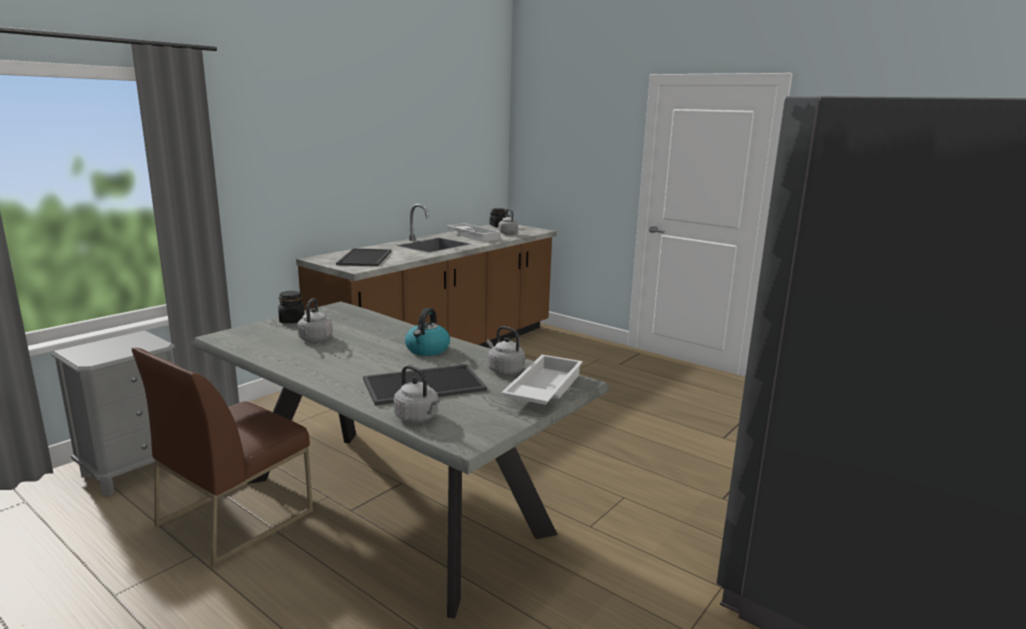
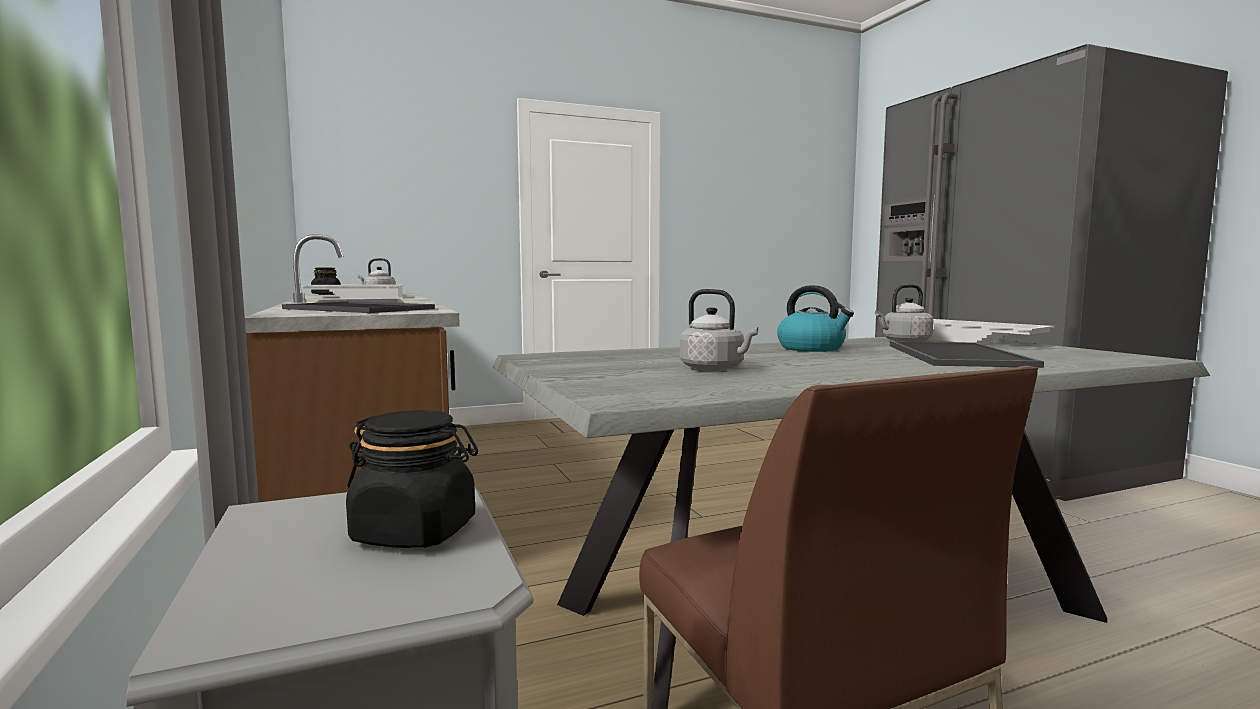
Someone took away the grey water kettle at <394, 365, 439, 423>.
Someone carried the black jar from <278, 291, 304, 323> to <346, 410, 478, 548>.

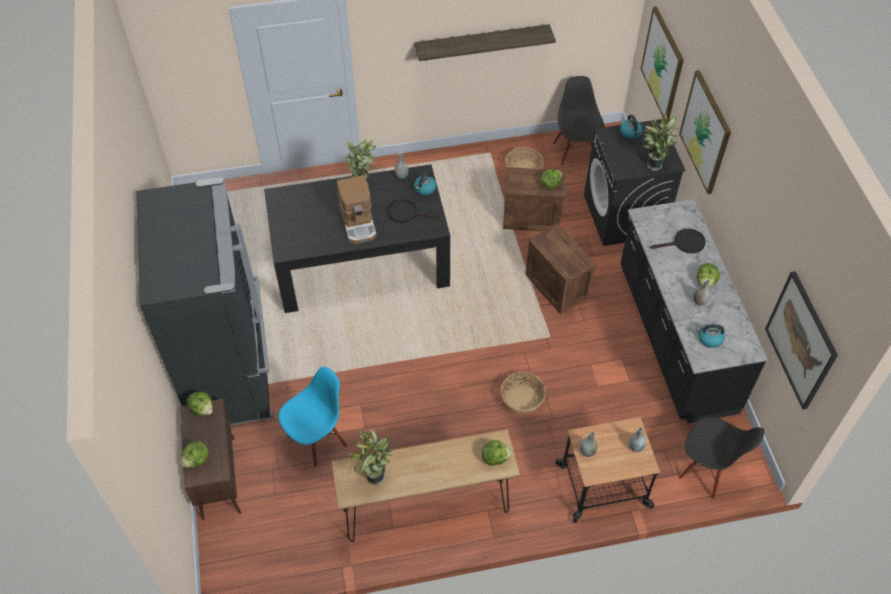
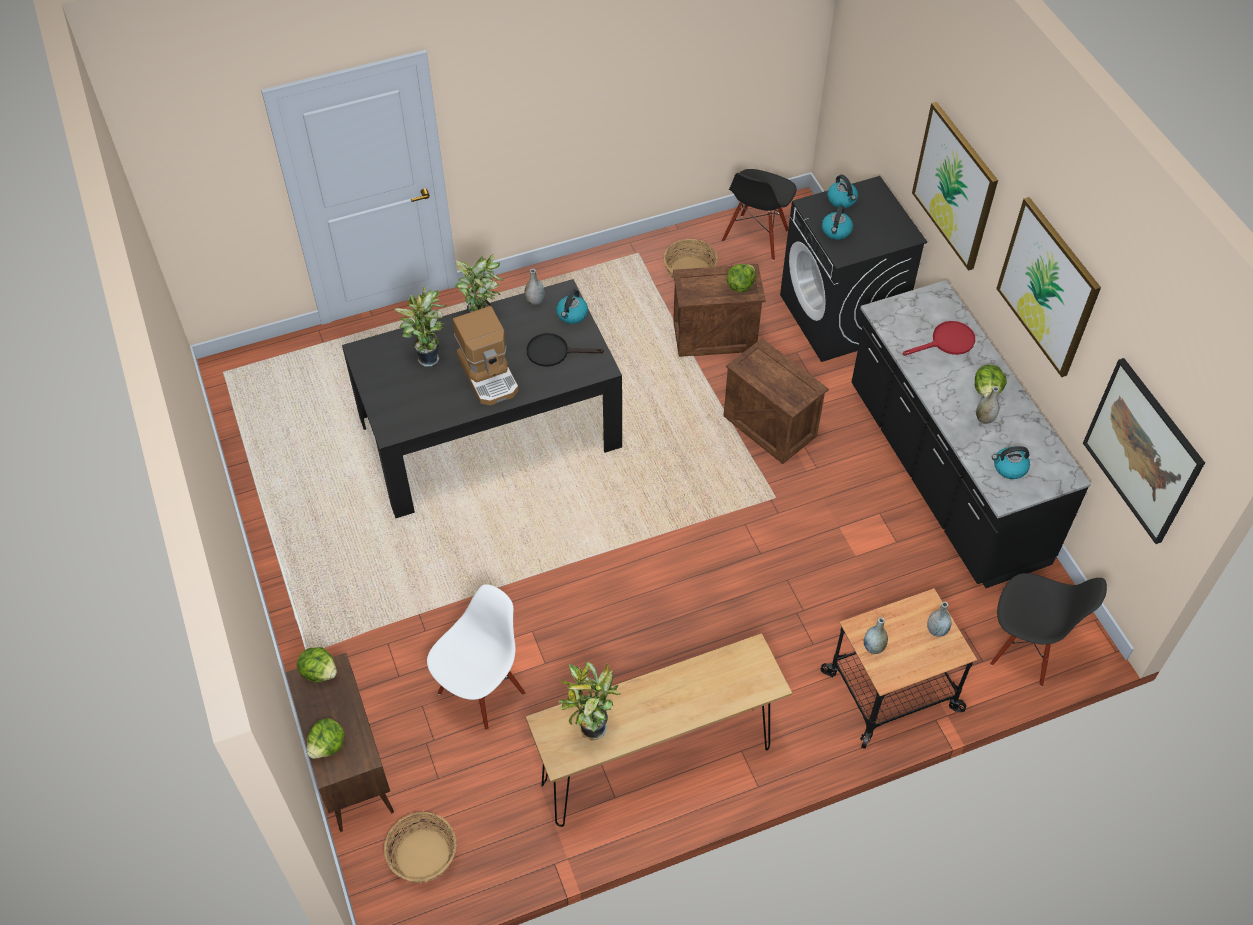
Someone took away the black kitchen fridge at <136, 177, 274, 425>.
Someone took away the shelf at <414, 24, 556, 61>.
Someone took away the lettuce head at <482, 440, 512, 466>.
Someone put down the water kettle at <822, 205, 853, 240>.
Someone carried the household basket from <500, 372, 546, 414> to <384, 812, 456, 883>.
Someone carried the wall picture from <641, 6, 684, 119> to <996, 197, 1101, 377>.
Someone carried the potted plant from <644, 114, 680, 170> to <394, 286, 447, 367>.
Someone repainted the bluish plain chair at <279, 366, 347, 467>, which became the whitish plain chair at <427, 584, 525, 730>.
Someone repainted the black skillet at <650, 229, 706, 253>, which became the reddish skillet at <903, 321, 975, 355>.
Someone rotated the black plain chair at <553, 76, 605, 166> by 135 degrees counterclockwise.

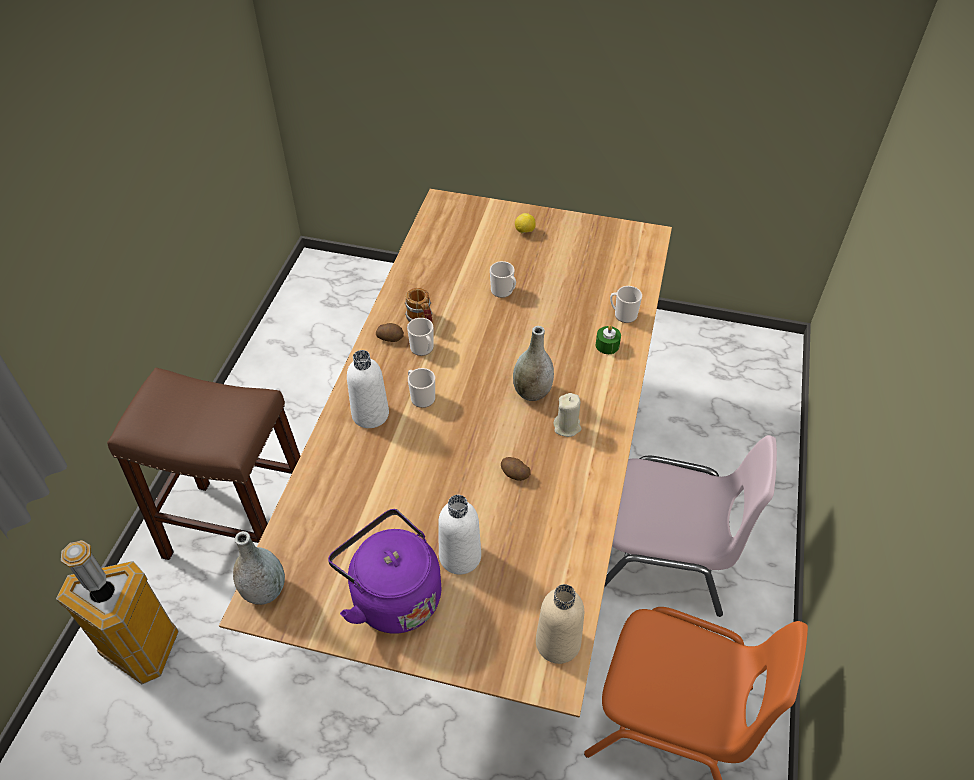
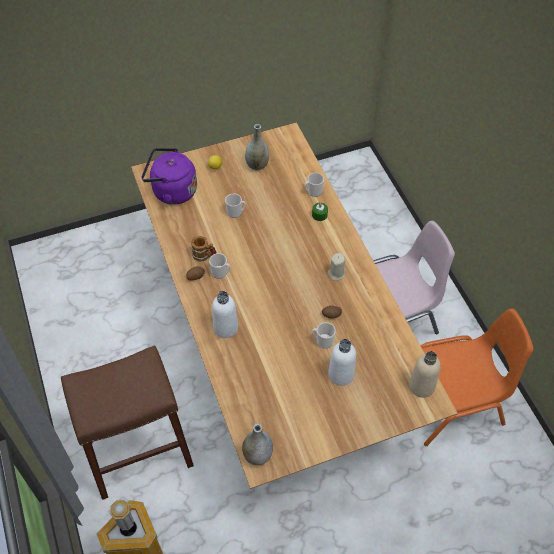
Someone carried the purplish water kettle from <328, 509, 441, 633> to <142, 148, 197, 205>.
Someone carried the tea mug from <408, 368, 435, 408> to <312, 322, 336, 349>.
Someone carried the grey decorative vase from <513, 326, 554, 401> to <245, 124, 269, 171>.

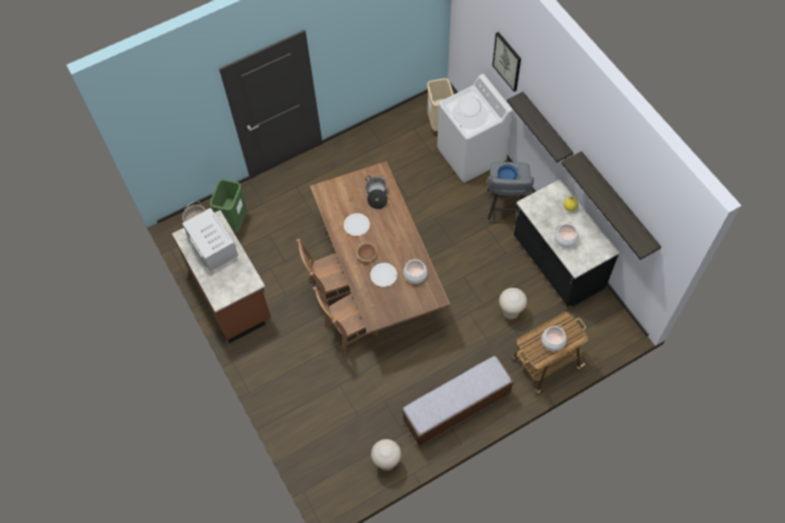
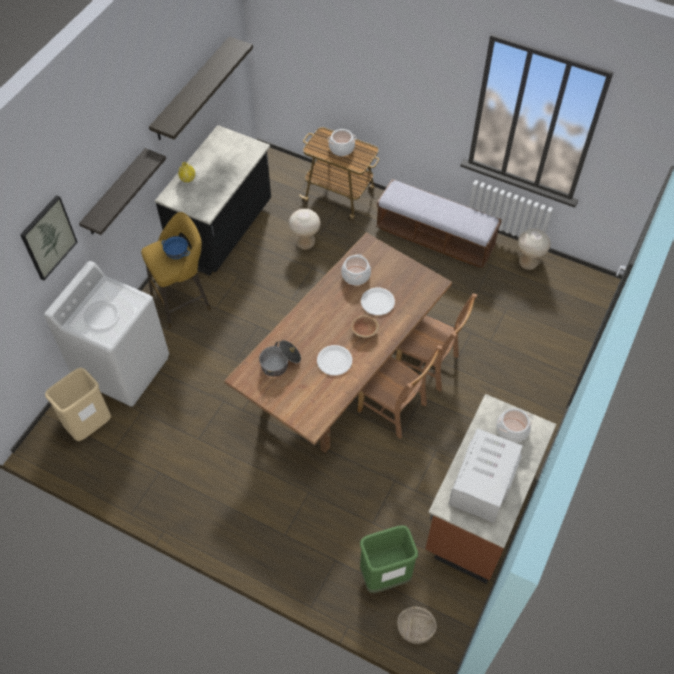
Someone carried the saucepot from <554, 222, 579, 248> to <496, 408, 533, 443>.
Someone repainted the grey sitting stool at <486, 162, 534, 224>, which became the yellowish sitting stool at <141, 212, 211, 329>.

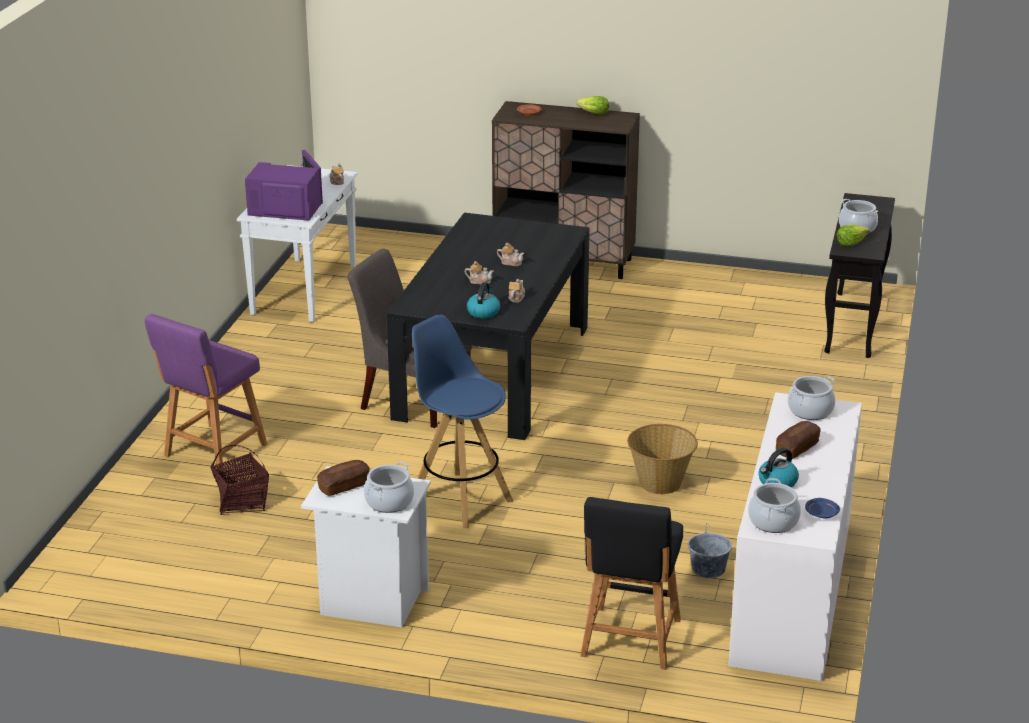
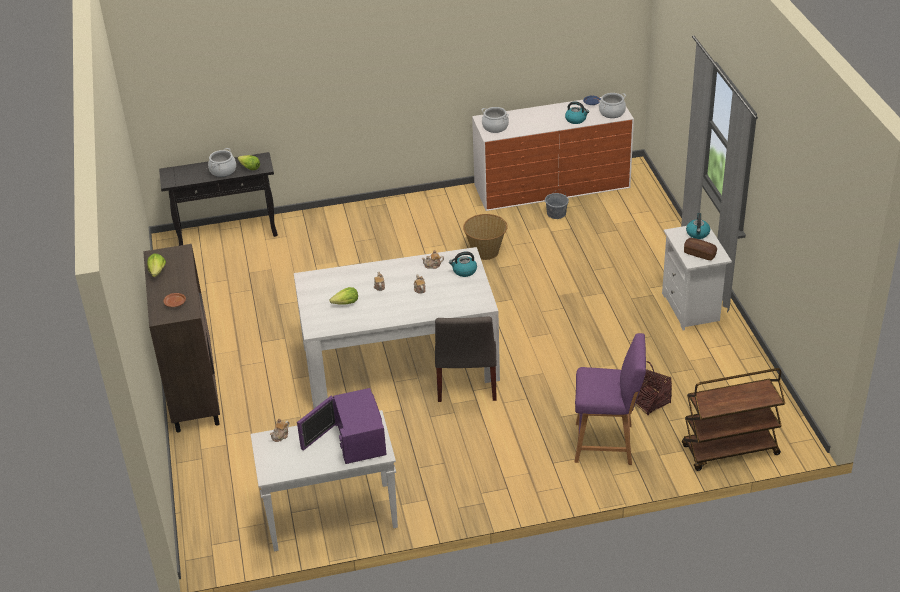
Someone took away the bluish sitting stool at <412, 315, 513, 528>.
Someone took away the black sitting stool at <580, 497, 683, 670>.
Someone took away the bakery bread at <776, 421, 821, 459>.
Someone put down the lettuce head at <329, 287, 358, 305>.
Someone put down the brownish wheeled cart at <682, 368, 785, 471>.
Someone swapped the saucepot at <364, 462, 414, 513> for the water kettle at <686, 213, 710, 239>.
Someone repainted the black dinner table at <387, 213, 590, 440>, which became the whitish dinner table at <294, 247, 500, 408>.

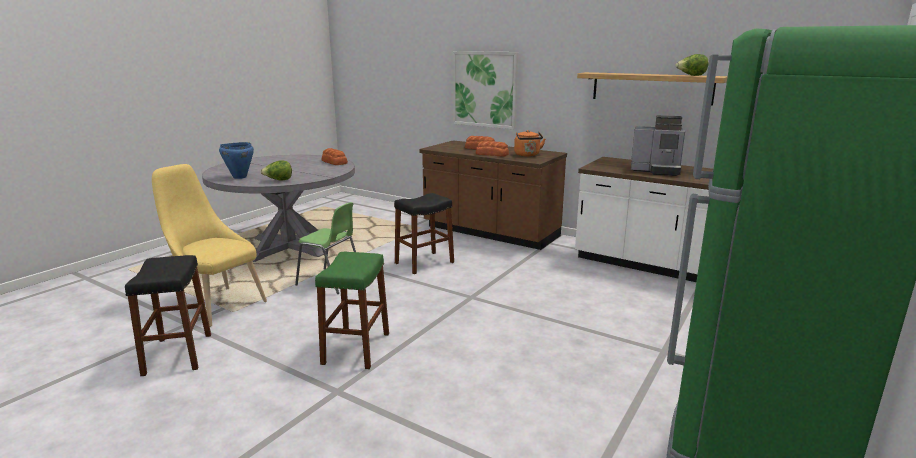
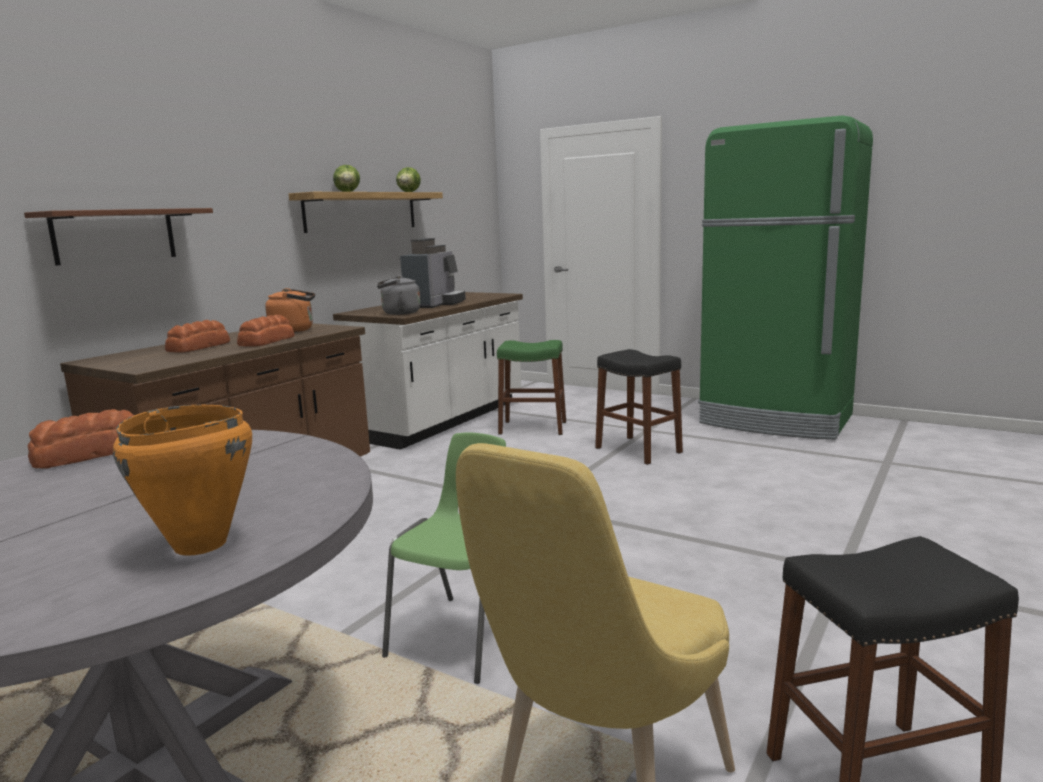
Someone put down the grey water kettle at <377, 276, 420, 315>.
Someone carried the lettuce head from <260, 160, 292, 181> to <333, 165, 360, 192>.
Someone carried the greenish sitting stool from <315, 252, 389, 369> to <497, 340, 566, 435>.
Someone carried the black sitting stool from <394, 193, 454, 274> to <595, 349, 683, 465>.
Someone swapped the wall picture at <452, 51, 518, 129> for the brownish shelf at <24, 208, 213, 266>.
Someone repainted the bluish saucepot at <219, 142, 254, 179>, which became the orangey saucepot at <113, 405, 252, 555>.

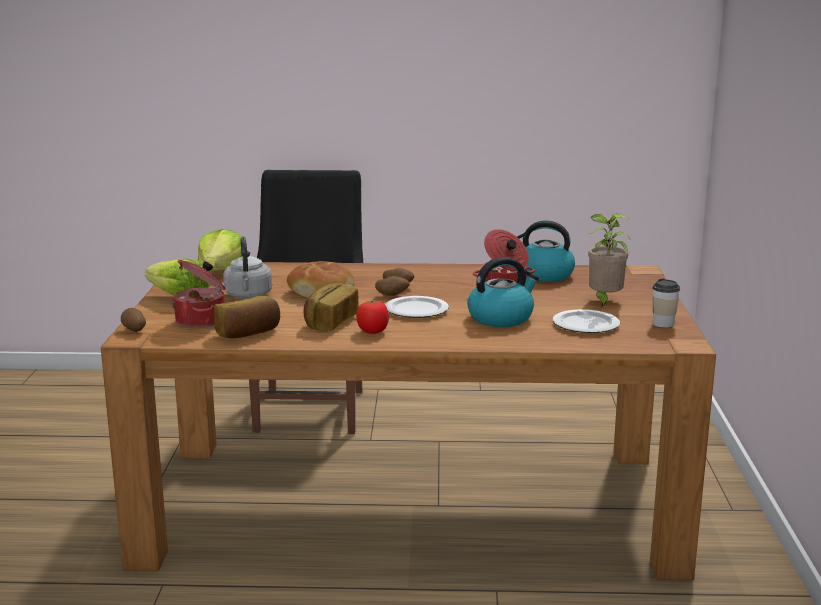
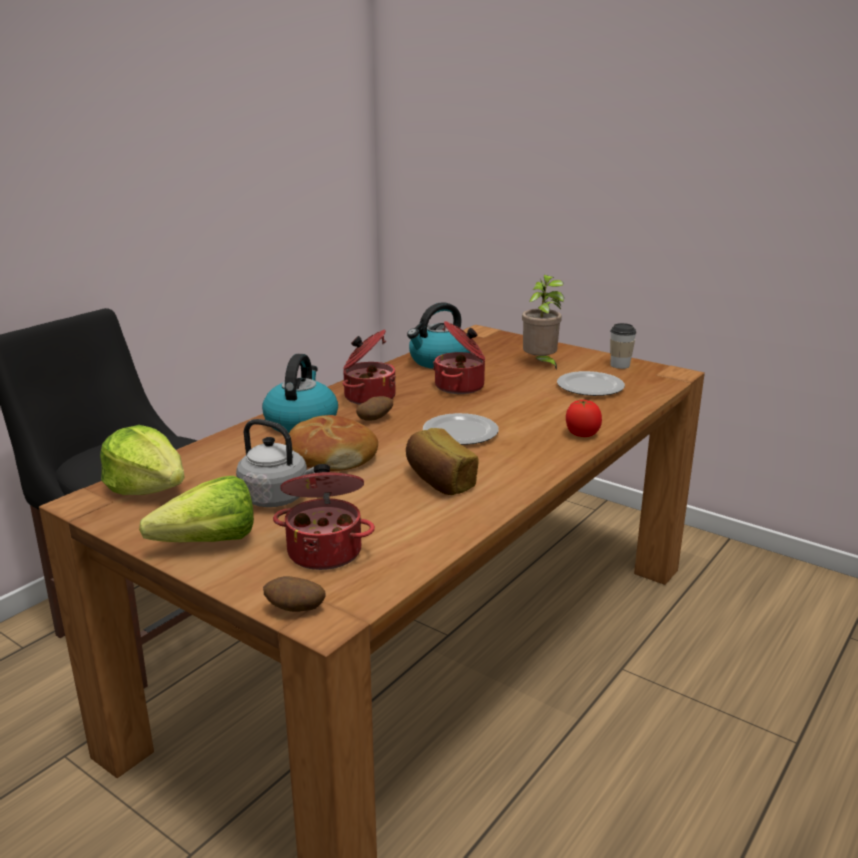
Someone took away the bakery bread at <214, 296, 280, 338>.
Someone took away the spud at <375, 276, 410, 296>.
Someone put down the saucepot at <343, 329, 396, 405>.
Someone carried the whole tomato from <356, 299, 389, 334> to <566, 399, 602, 437>.
Someone carried the water kettle from <467, 257, 539, 327> to <262, 354, 338, 433>.

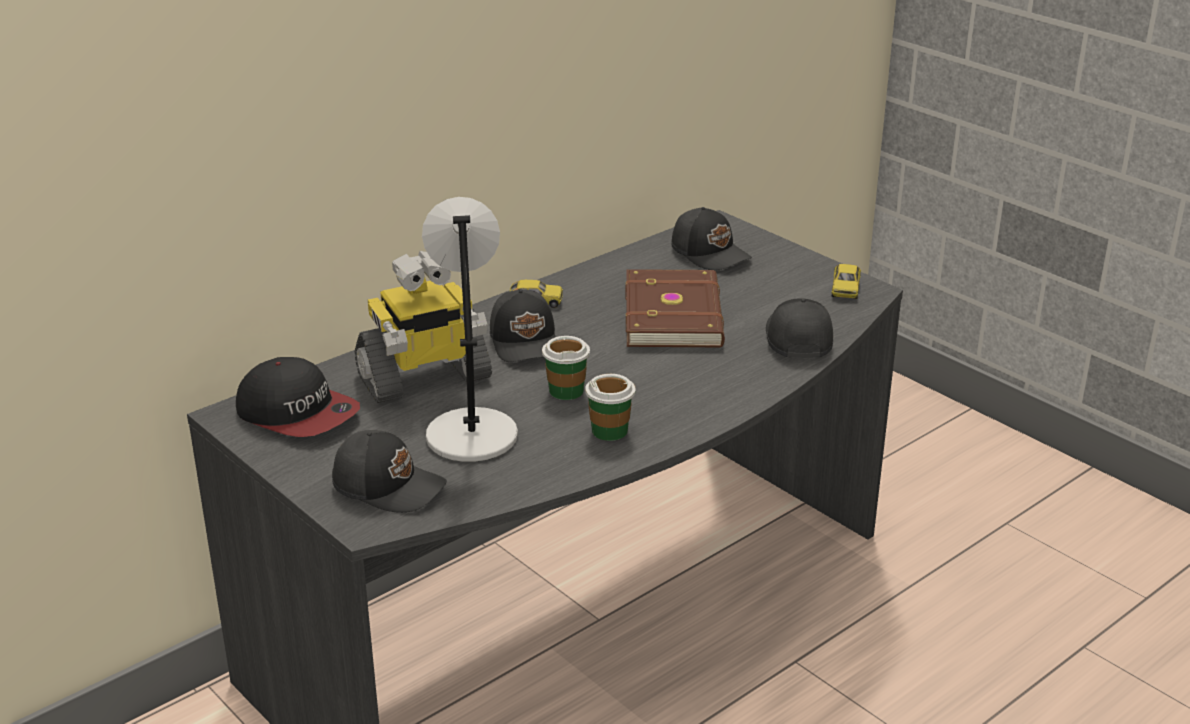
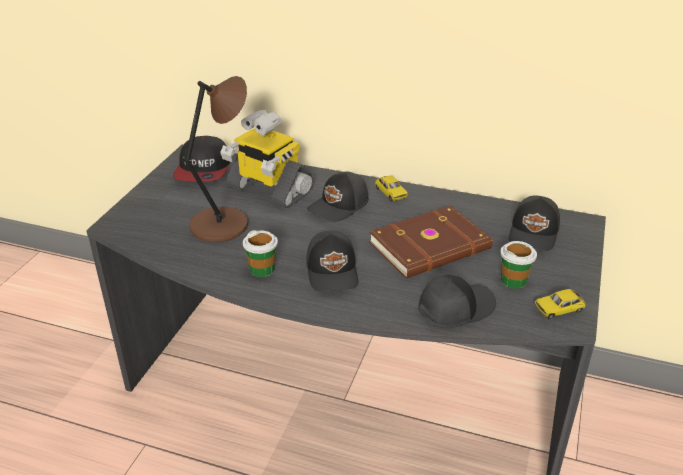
Someone carried the black baseball cap from <332, 430, 447, 513> to <306, 231, 358, 291>.
Someone carried the small cup from <542, 336, 590, 400> to <500, 241, 537, 289>.
Someone repainted the grey tabletop lamp at <422, 197, 518, 462>, which became the brownish tabletop lamp at <183, 76, 248, 242>.

